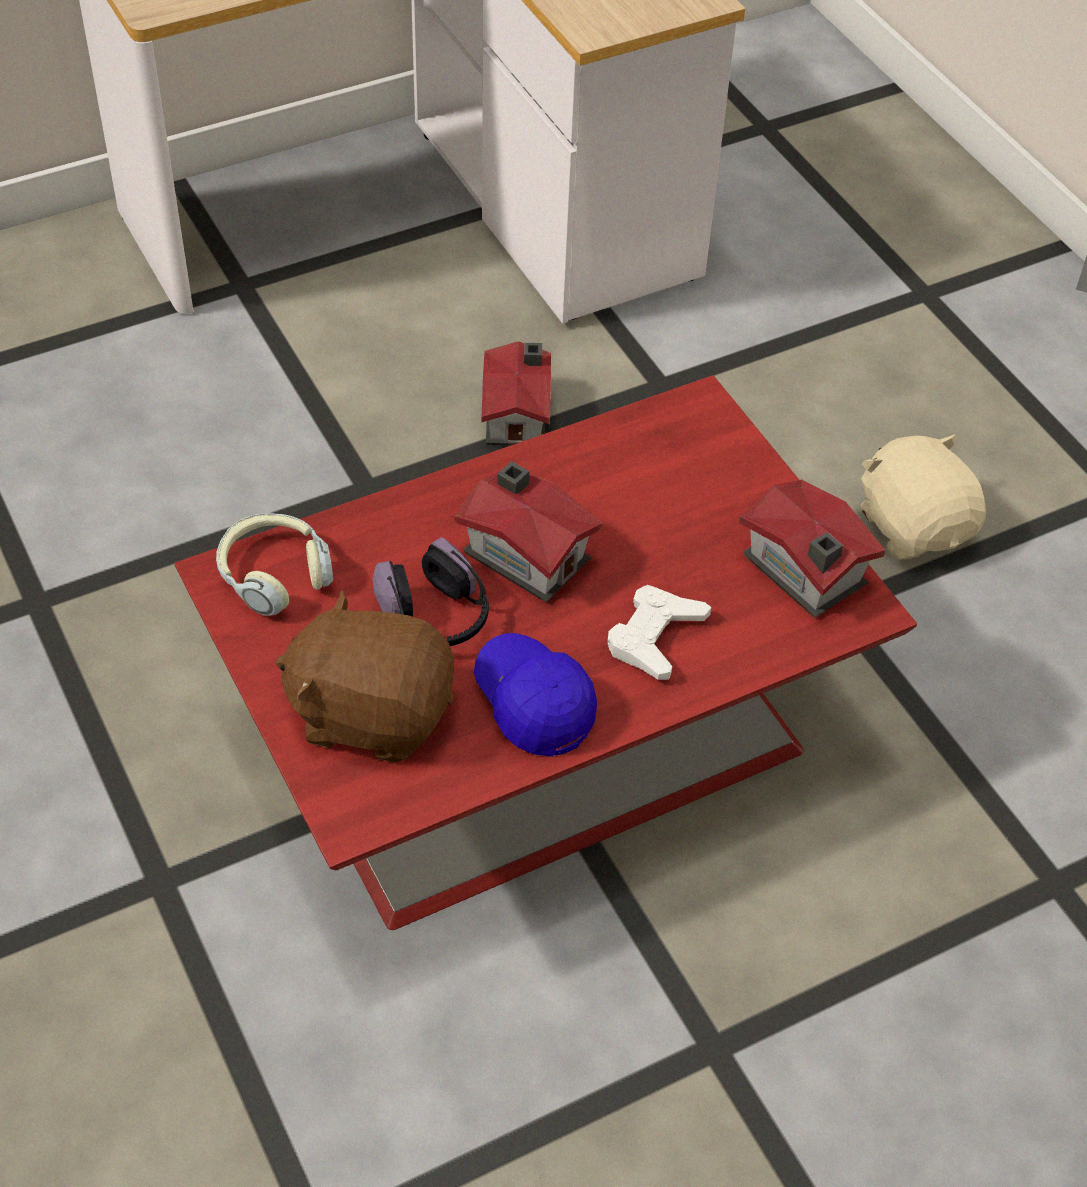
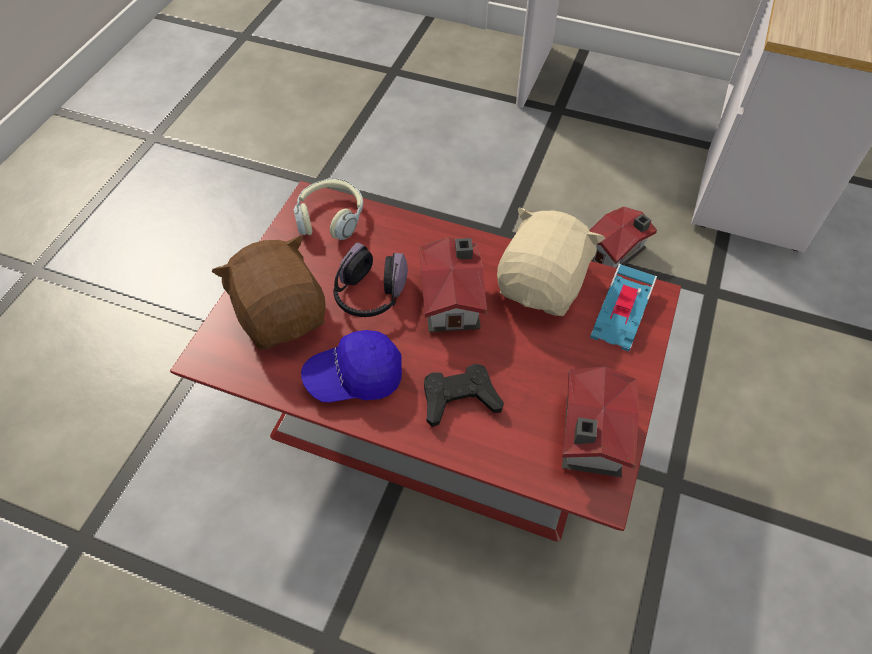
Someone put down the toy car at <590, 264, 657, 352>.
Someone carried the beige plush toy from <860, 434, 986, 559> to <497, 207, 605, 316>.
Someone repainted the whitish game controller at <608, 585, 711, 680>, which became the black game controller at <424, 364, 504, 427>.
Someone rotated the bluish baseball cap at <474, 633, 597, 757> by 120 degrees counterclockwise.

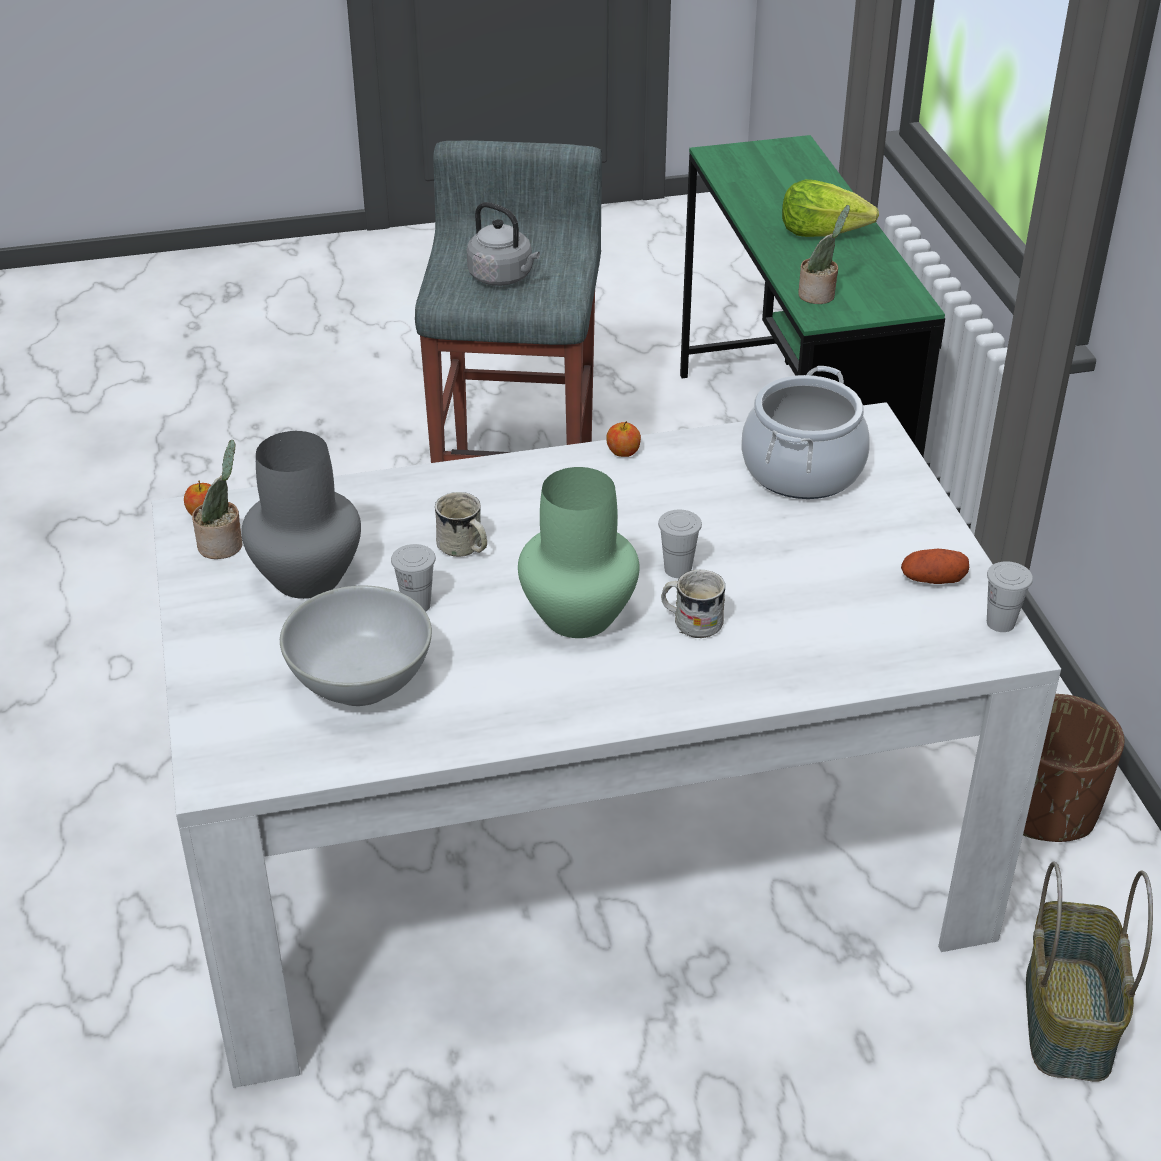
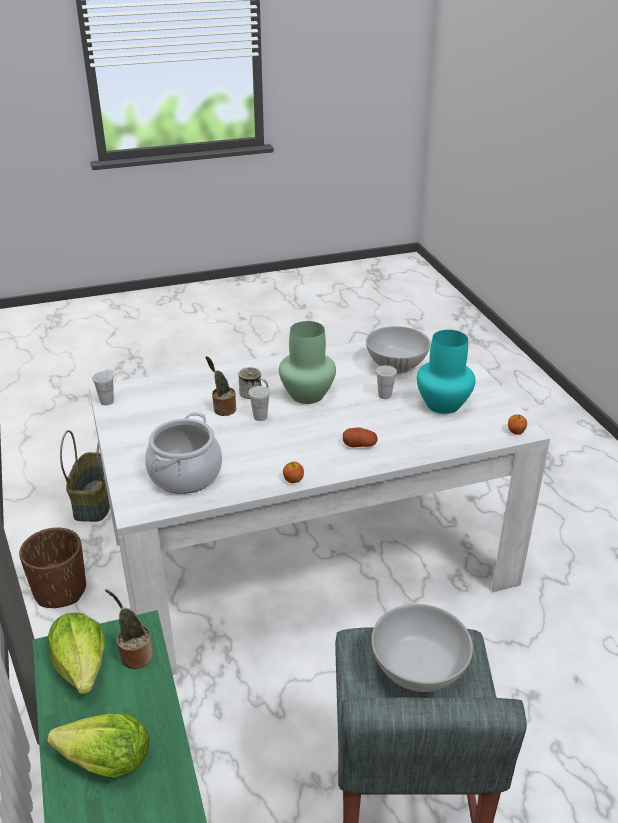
Someone took away the whitish tea mug at <435, 492, 487, 557>.
Someone put down the lettuce head at <48, 613, 105, 694>.
Someone carried the potted plant from <192, 440, 242, 559> to <205, 356, 236, 416>.
Someone carried the spud from <901, 549, 969, 584> to <343, 427, 378, 447>.
Someone swapped the grey water kettle at <467, 202, 540, 286> for the whitish serving bowl at <371, 604, 473, 692>.
Someone repainted the grey decorative vase at <241, 431, 361, 599>, which became the turquoise decorative vase at <417, 330, 476, 414>.

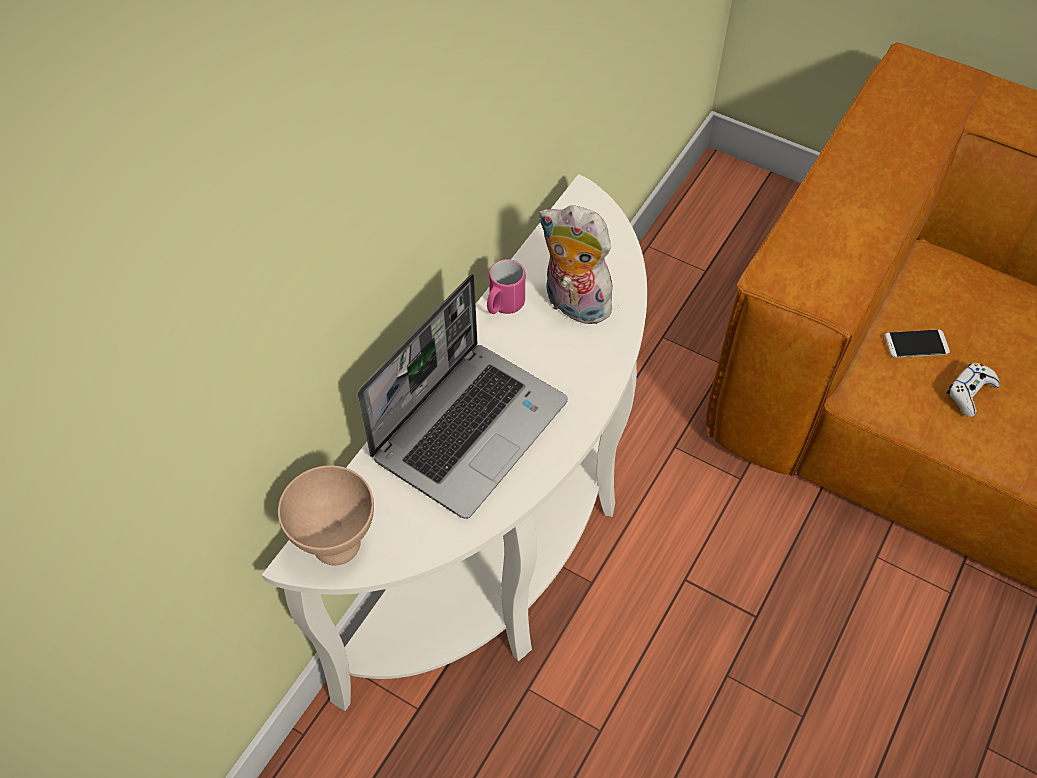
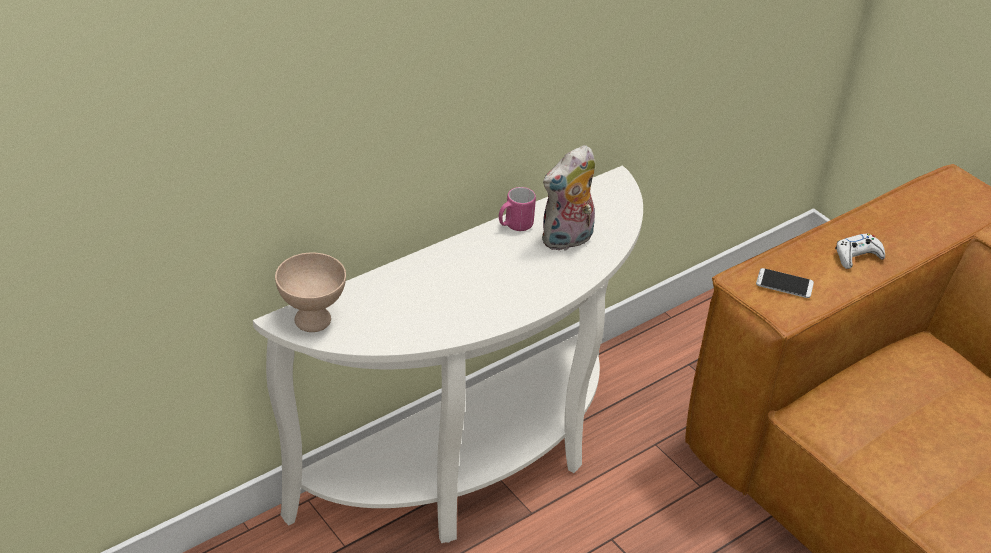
Someone took away the notebook computer at <358, 274, 568, 519>.
Someone carried the phone from <885, 330, 950, 358> to <756, 268, 814, 298>.
Someone carried the whitish game controller from <946, 362, 1000, 417> to <835, 233, 885, 269>.
Someone rotated the plush toy at <539, 205, 613, 324> by 90 degrees counterclockwise.

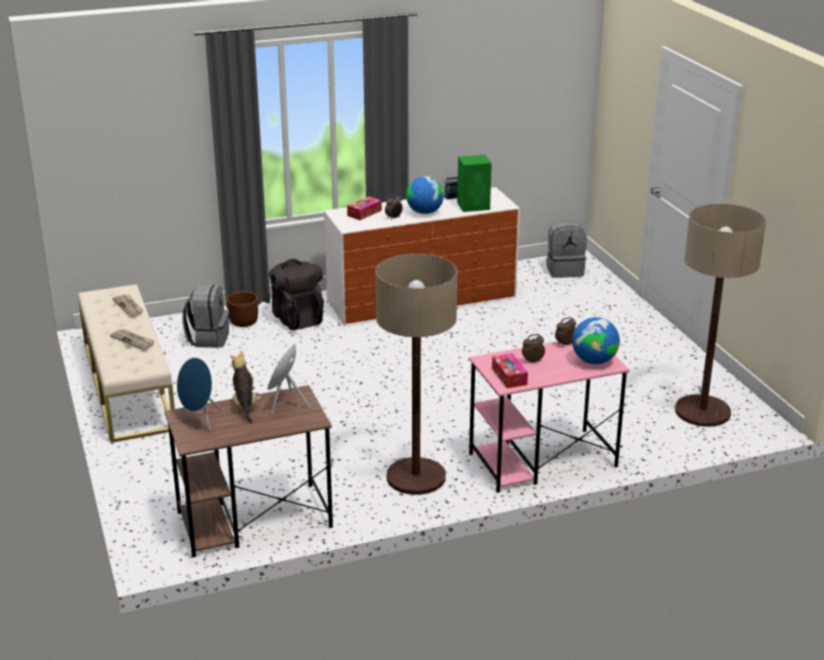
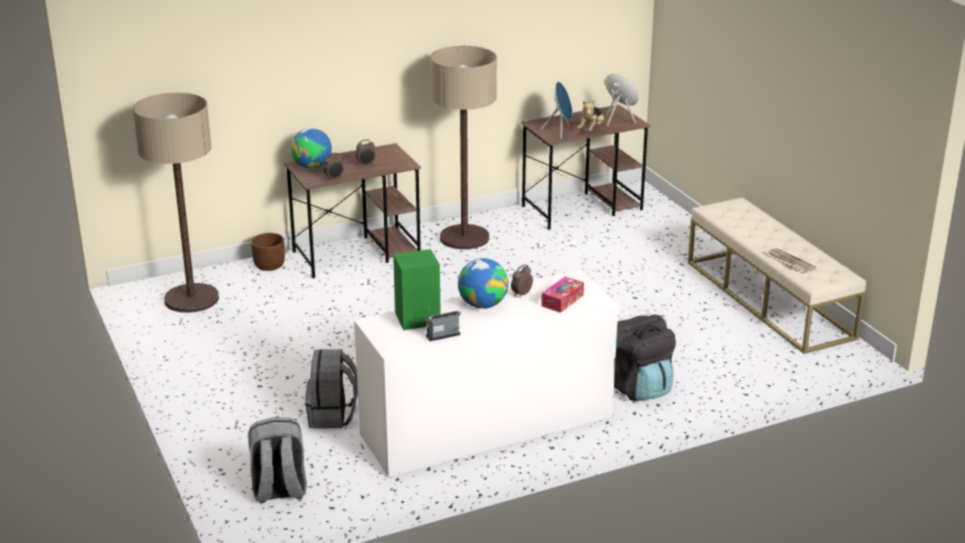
Someone took away the newspaper at <110, 329, 154, 350>.
Someone took away the tissue box at <492, 353, 528, 388>.
Someone carried the grey rucksack from <182, 285, 229, 348> to <305, 349, 358, 429>.
Someone carried the brownish flower pot from <227, 292, 258, 327> to <251, 233, 285, 271>.
Someone repainted the pink-coloured desk unit at <469, 341, 630, 493>, which became the brownish desk unit at <284, 143, 421, 278>.
Someone rotated the plush toy at <231, 351, 262, 423> by 45 degrees clockwise.

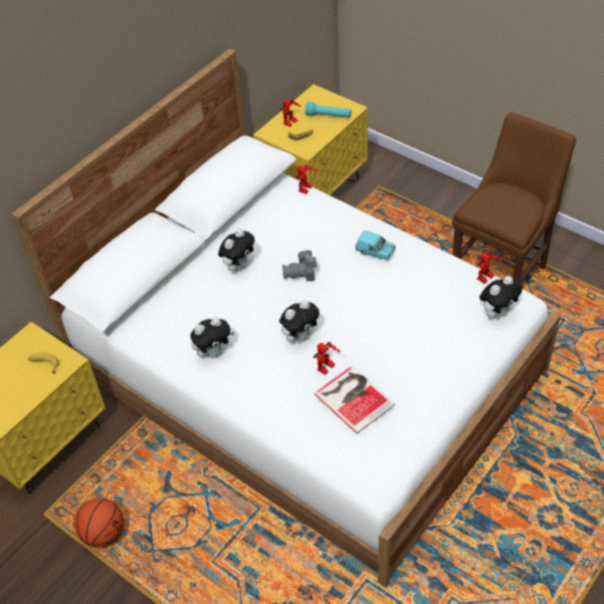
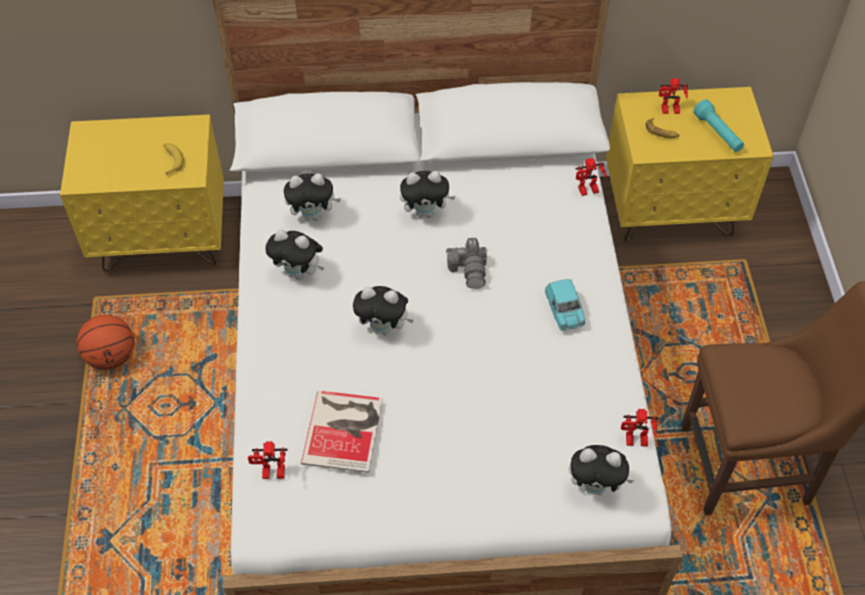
Someone put down the plush toy at <284, 173, 341, 221>.
Someone carried the toy robot from <313, 341, 341, 375> to <248, 441, 287, 479>.
Someone rotated the still camera at <282, 250, 317, 281> by 135 degrees counterclockwise.

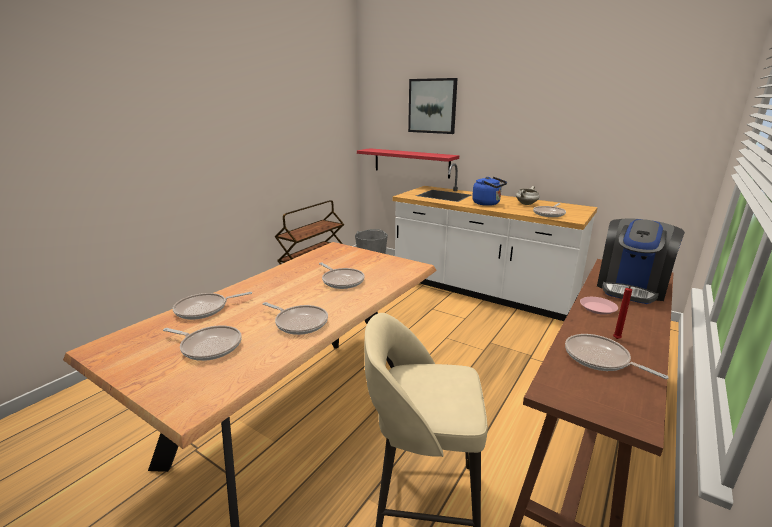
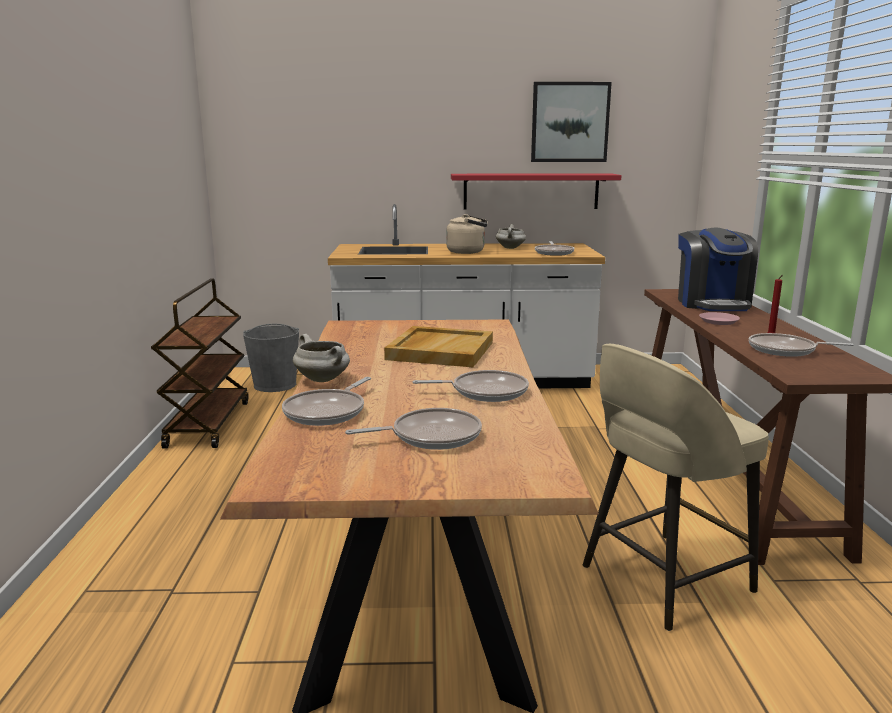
Someone put down the whitish saucepot at <293, 334, 350, 382>.
Someone carried the reddish shelf from <357, 148, 459, 178> to <451, 173, 622, 209>.
Someone carried the wall picture from <408, 78, 458, 134> to <531, 82, 612, 162>.
Someone swapped the skillet at <319, 263, 365, 289> for the beige tray at <384, 326, 493, 367>.
Someone repainted the bluish water kettle at <472, 177, 507, 206>, which became the beige water kettle at <446, 214, 488, 254>.

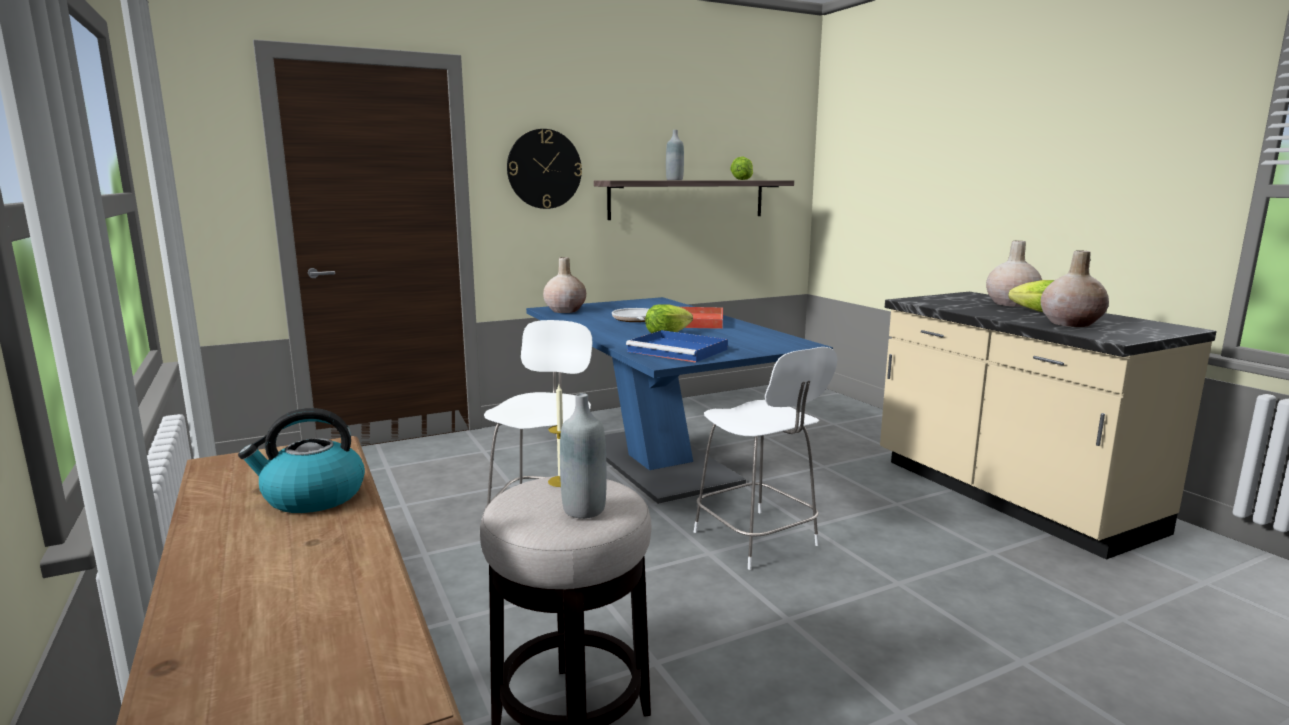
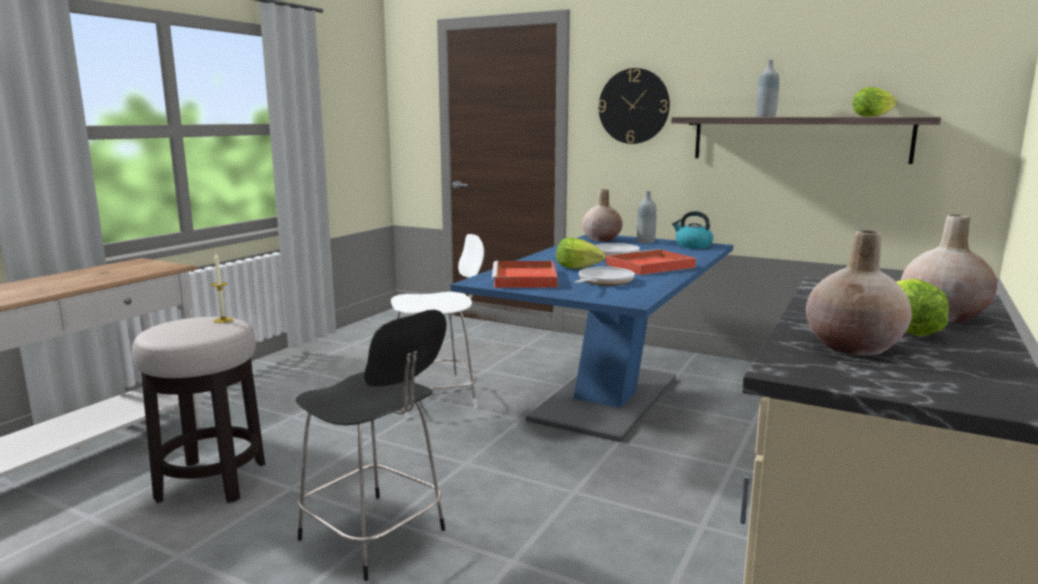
Someone took away the whitish plain chair at <694, 347, 837, 570>.
Someone put down the black plain chair at <296, 310, 447, 581>.
Someone put down the skillet at <574, 267, 635, 286>.
Someone carried the water kettle from <238, 408, 365, 513> to <672, 211, 713, 249>.
Someone carried the grey drink bottle from <560, 393, 607, 519> to <637, 191, 657, 243>.
Someone repainted the bluish tray at <626, 330, 728, 363>, which became the reddish tray at <492, 261, 558, 288>.

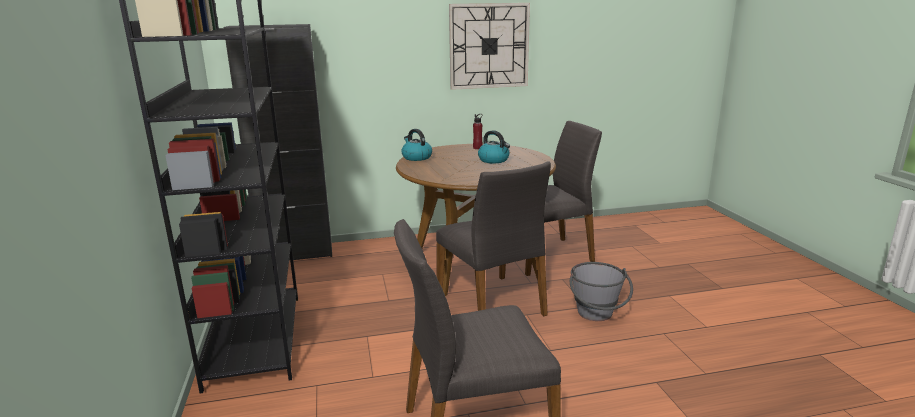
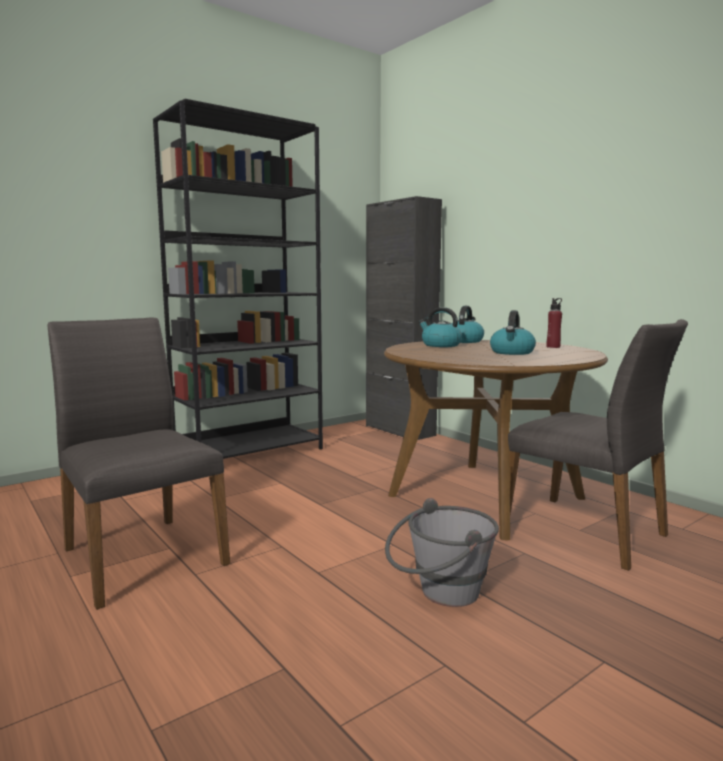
Someone took away the grey plain chair at <436, 161, 551, 316>.
Someone took away the hanging clock at <449, 3, 530, 90>.
Someone put down the water kettle at <419, 307, 462, 347>.

